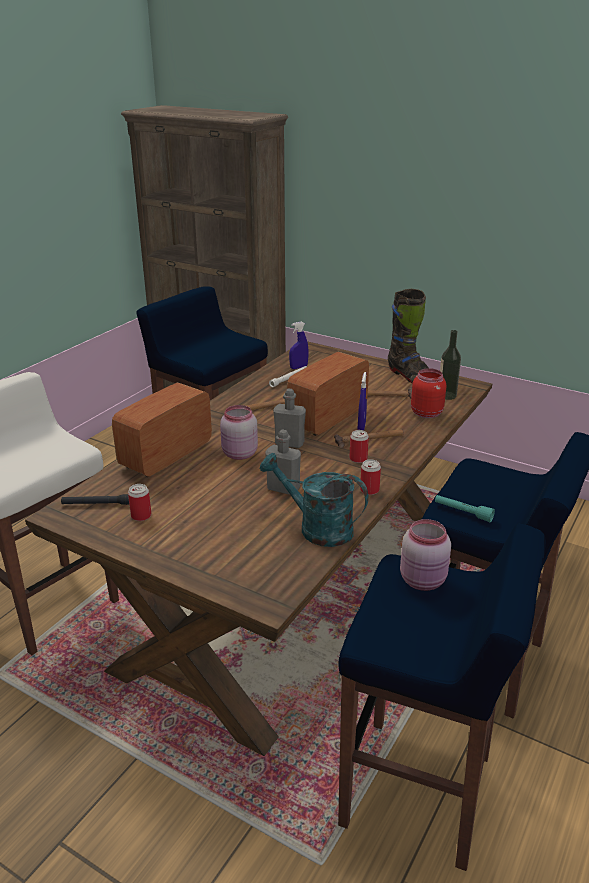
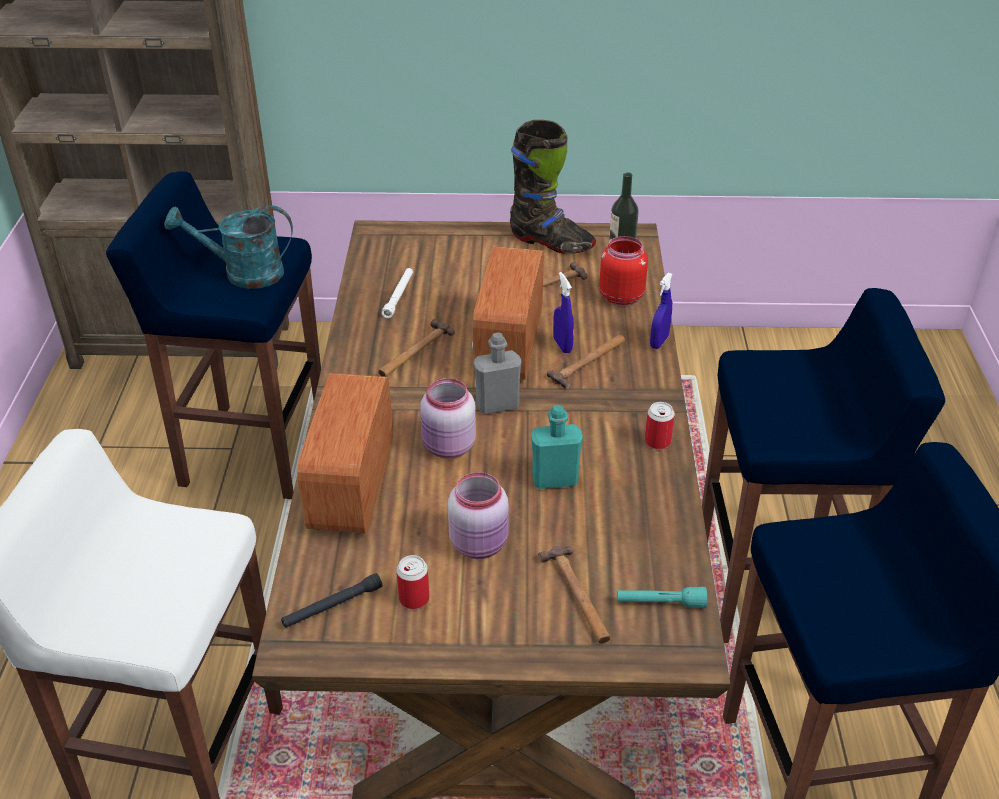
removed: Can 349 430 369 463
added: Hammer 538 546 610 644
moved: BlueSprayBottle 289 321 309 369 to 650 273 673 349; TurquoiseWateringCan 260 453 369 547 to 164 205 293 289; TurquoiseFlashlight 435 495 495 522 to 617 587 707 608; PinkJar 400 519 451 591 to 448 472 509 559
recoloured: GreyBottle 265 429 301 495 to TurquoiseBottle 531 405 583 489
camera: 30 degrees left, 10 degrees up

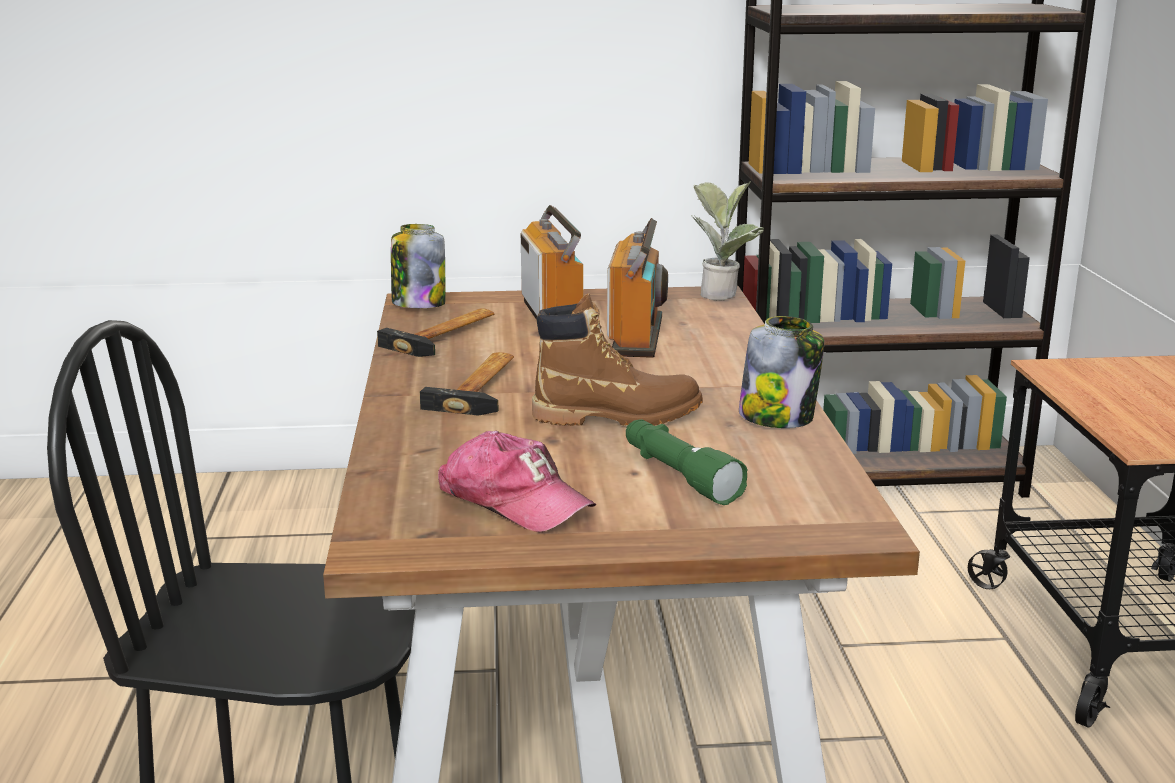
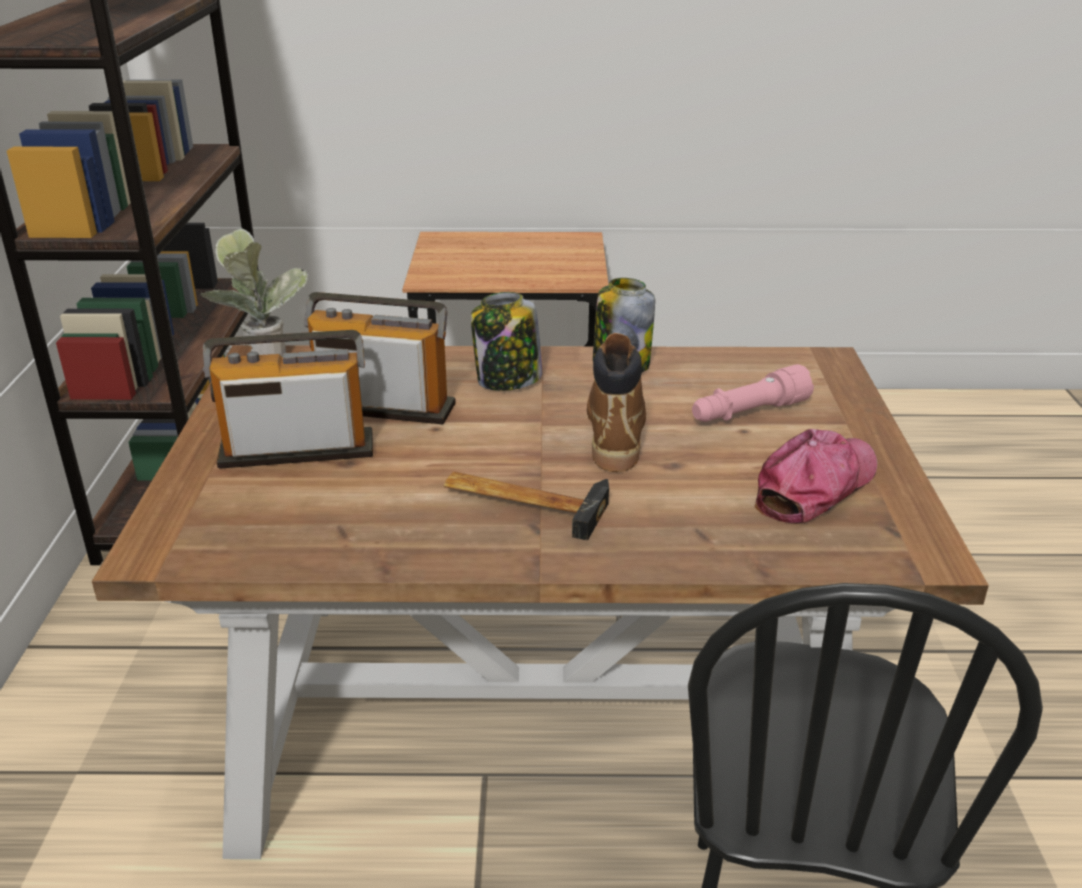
removed: Hammer 377 308 494 357
moved: Jar 391 224 445 308 to 471 292 542 391
recoloured: GreenFlashlight 626 419 748 505 to PinkFlashlight 692 364 814 422
camera: 85 degrees left, 10 degrees up

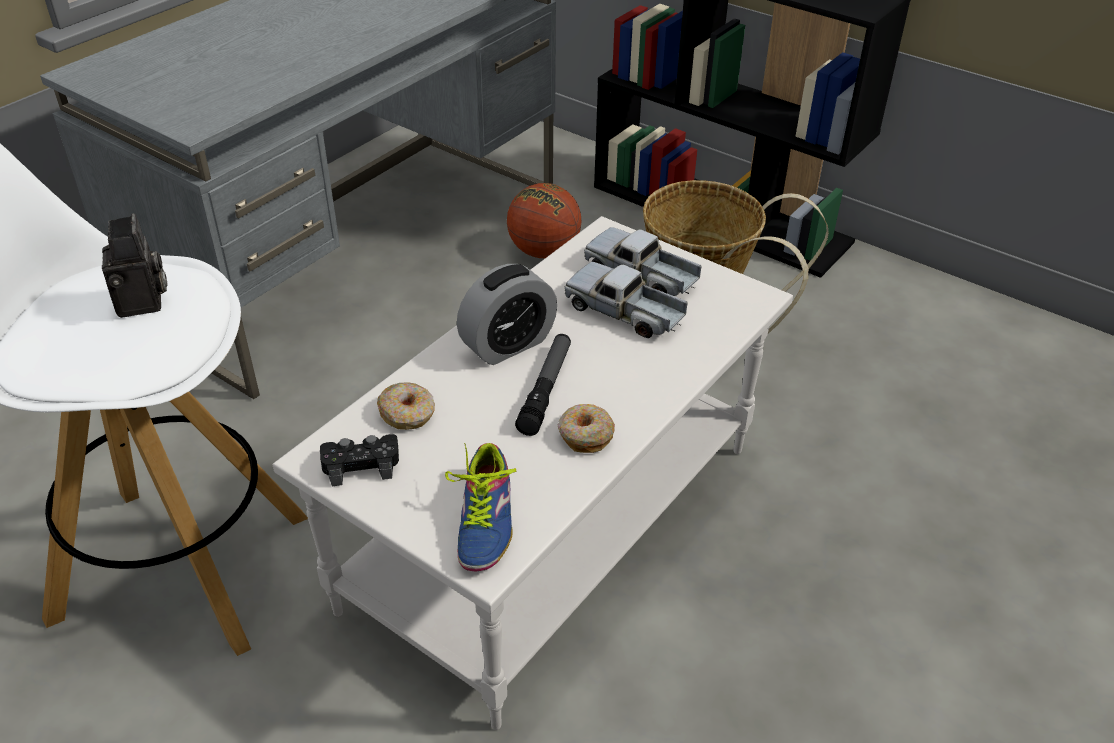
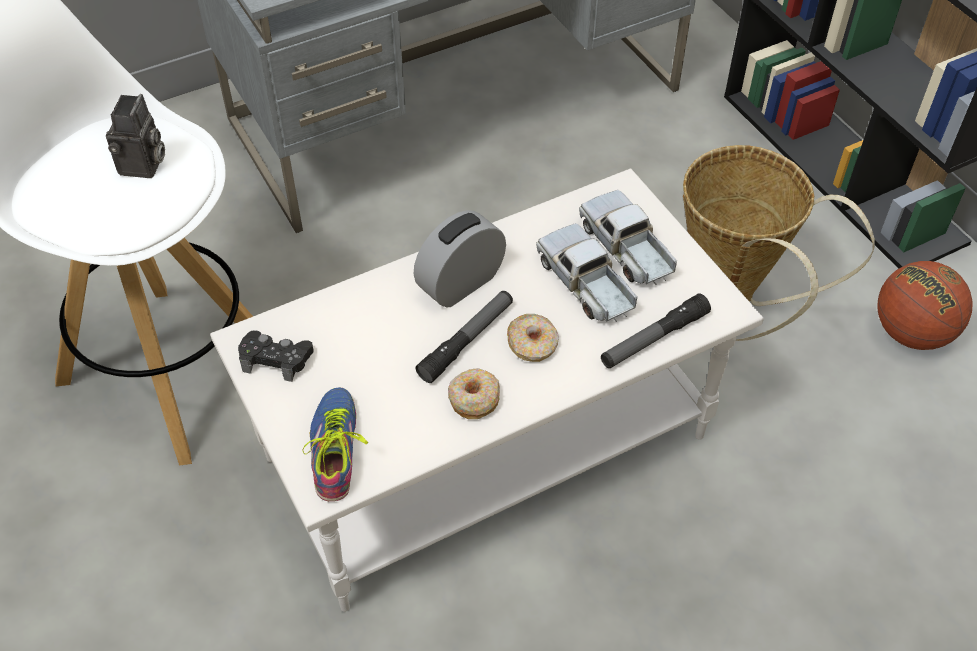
added: Flashlight 601 293 711 368
moved: Basketball 507 183 581 258 to 877 261 972 350; Donut 377 382 435 430 to 507 314 559 362
turned: AlarmClock 457 264 557 365 = 414 210 506 307 150 degrees clockwise; Shoe 445 443 516 571 = 302 387 368 501 150 degrees clockwise
camera: 25 degrees right, 10 degrees up

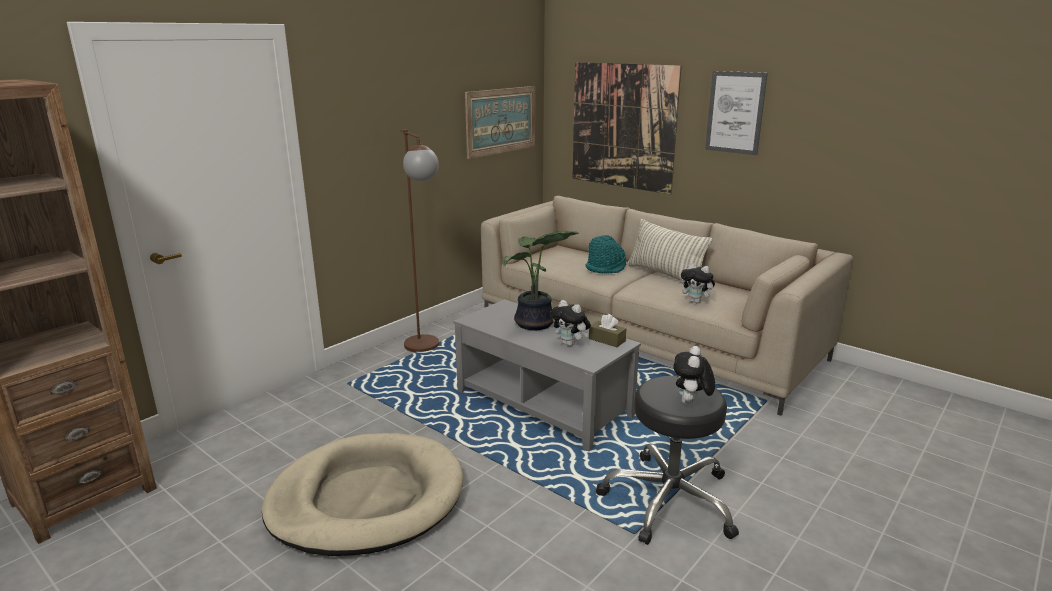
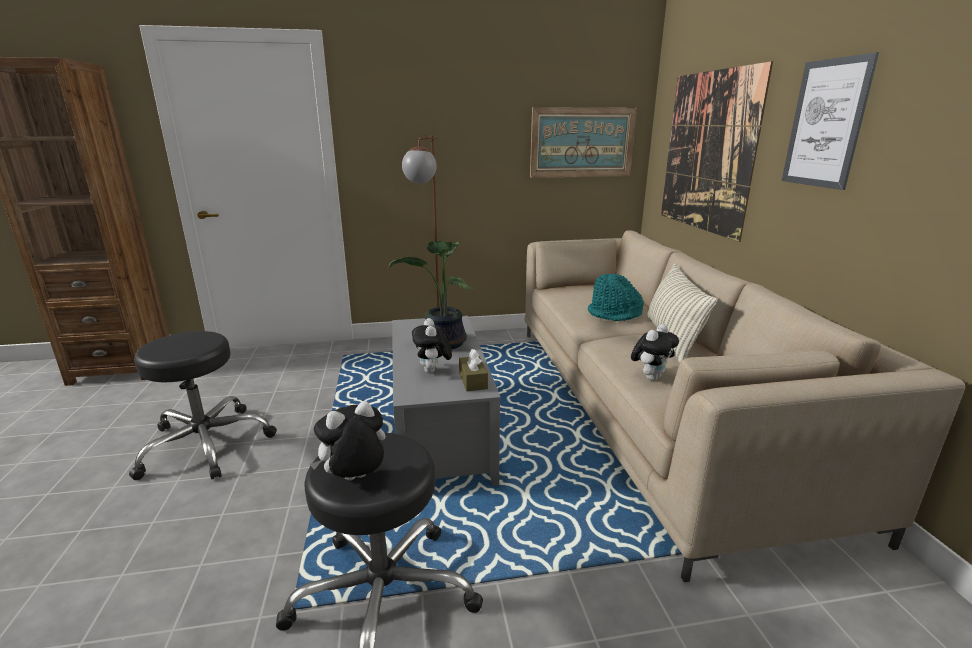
replaced: BeigeDogBed 262 433 463 556 to BlackStool 129 331 277 480
turned: PlushToy 681 263 717 304 = 631 324 679 381 120 degrees counterclockwise
camera: 40 degrees right, 0 degrees up

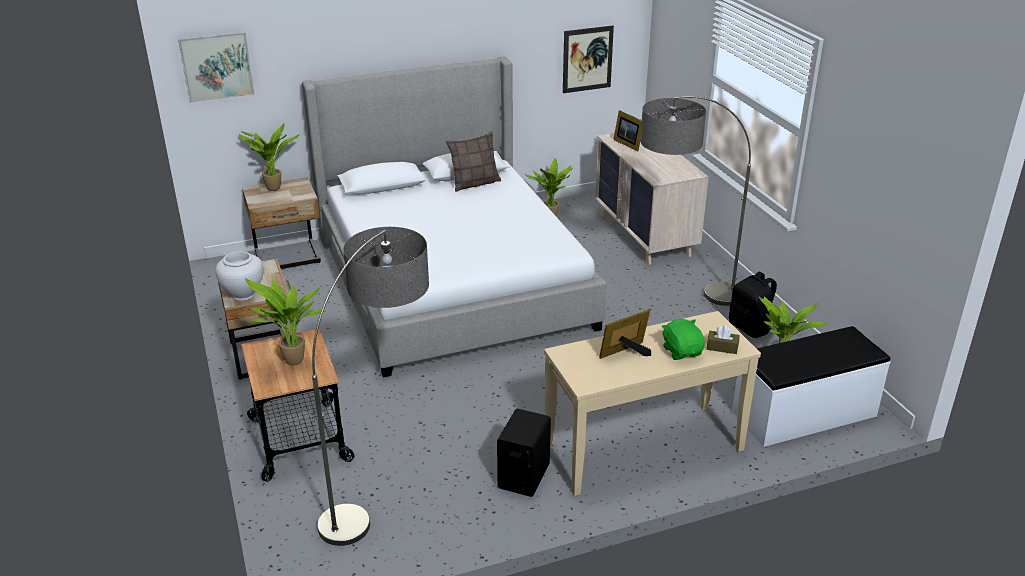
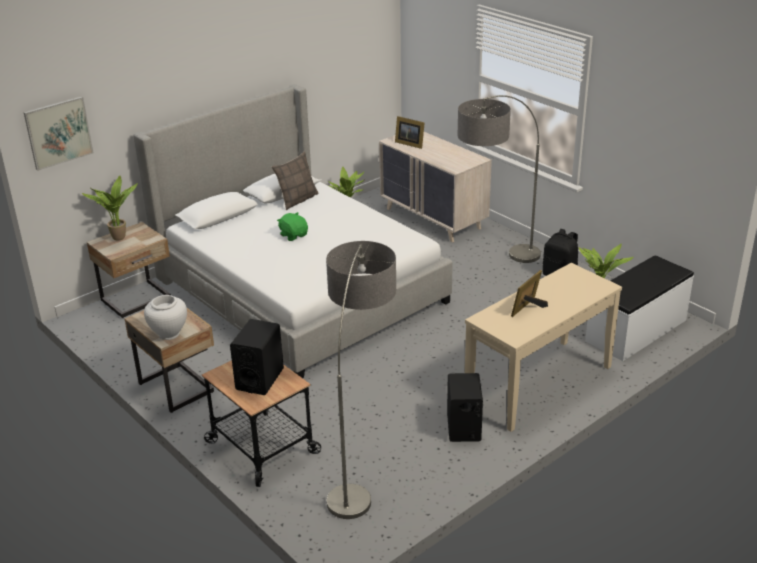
removed: Picture 563 25 614 93; BrownTissueBox 707 326 739 354
moved: GreenPlushToy 662 319 705 360 to 277 212 308 241
replaced: PottedPlant 245 278 325 365 to BlackSpeaker 230 319 284 395
camera: 20 degrees left, 0 degrees up

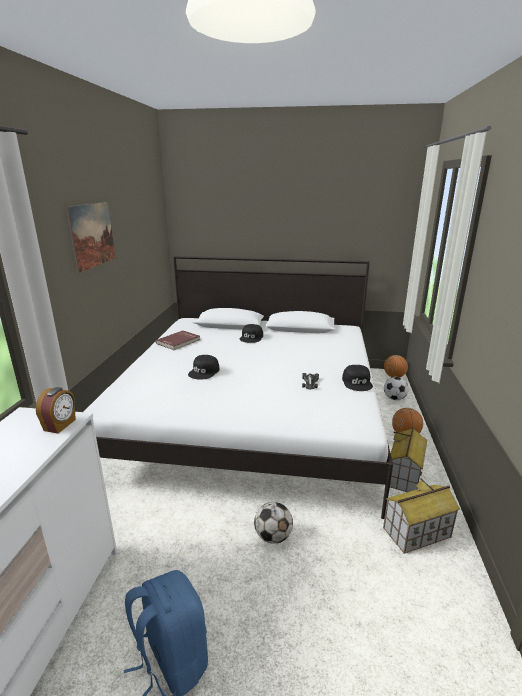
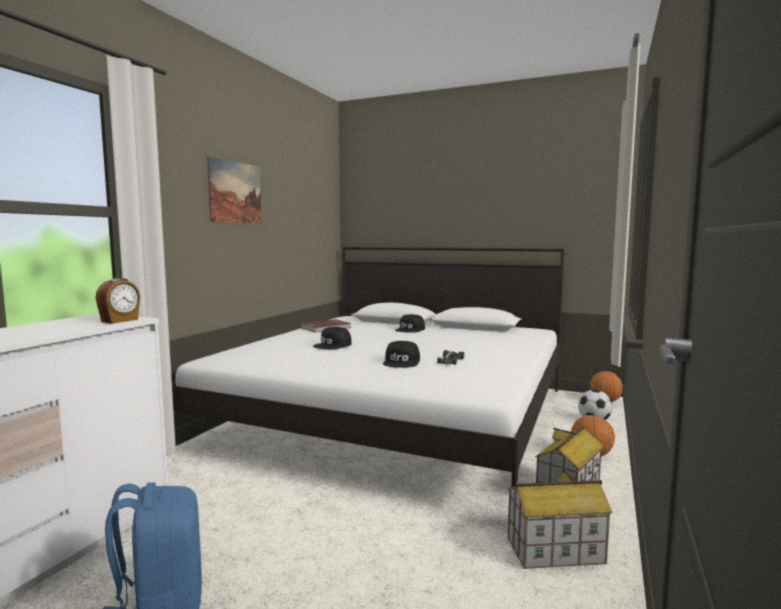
removed: Football 254 502 293 544
moved: BlackCap 342 365 373 391 to 383 341 420 368
camera: 15 degrees right, 15 degrees down

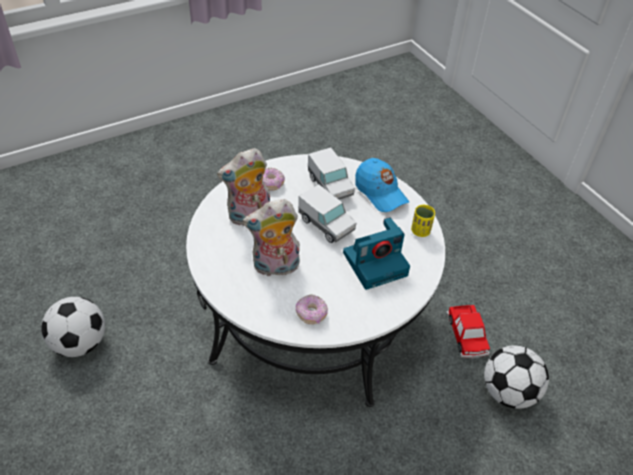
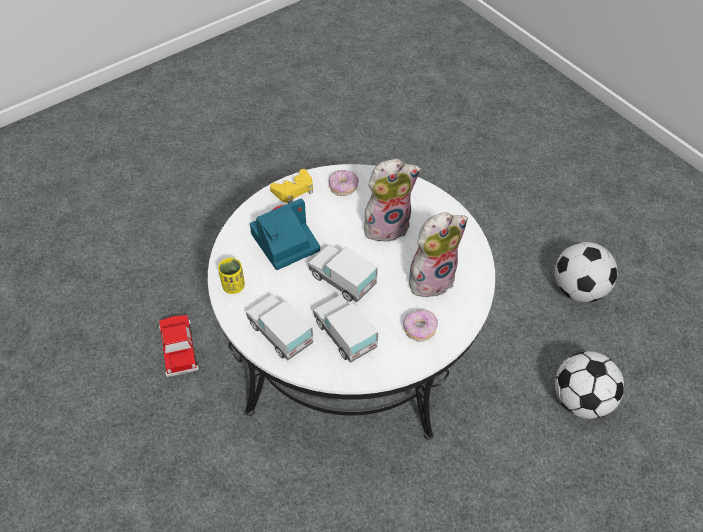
added: YellowGameController 270 169 313 204
moved: Football 484 345 549 409 to 555 351 624 419
replaced: BlueCap 355 158 409 212 to ToyTruck 246 294 313 361
camera: 175 degrees right, 5 degrees up

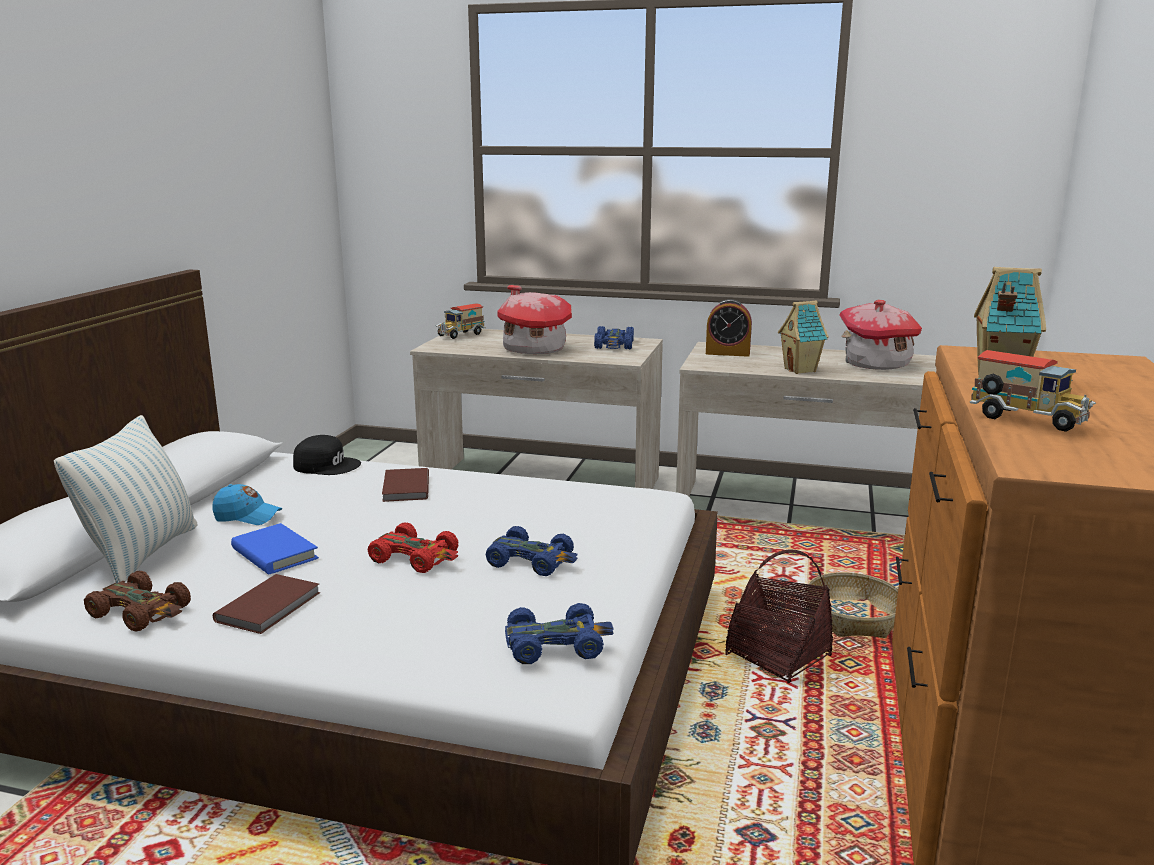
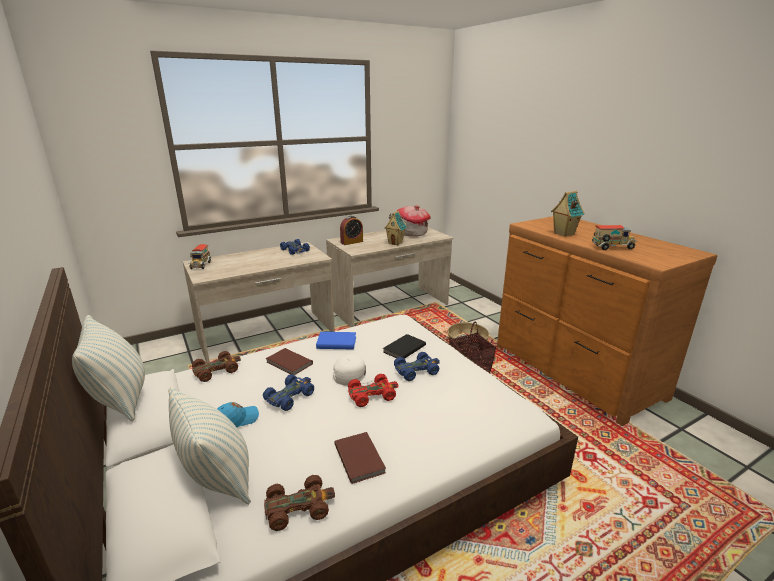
removed: ToyHouse 497 285 572 354
added: Pillow 72 315 145 422; BlackBook 383 334 426 359; WhiteCap 333 355 377 386
moved: BlueBook 231 523 319 574 to 316 332 356 349; BlueToyCar 505 603 614 664 to 263 374 314 411
replaced: BlackCap 293 435 361 475 to BrownToyCar 192 351 241 382
camera: 45 degrees left, 5 degrees up

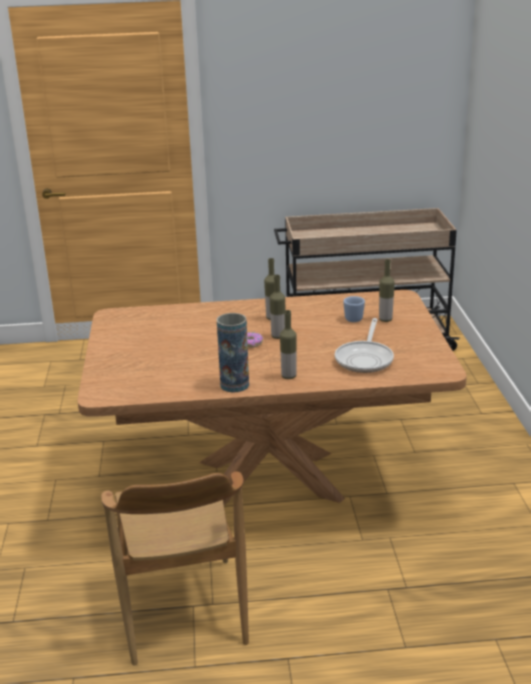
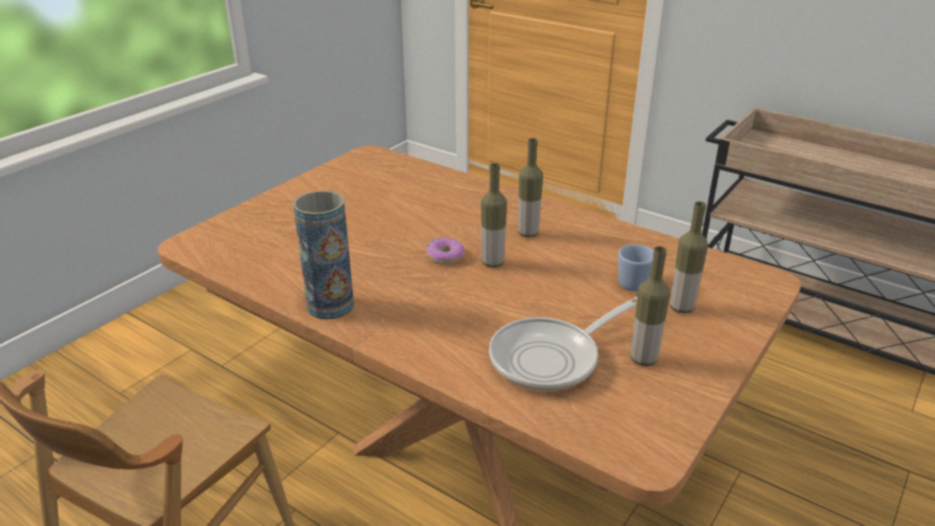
moved: Bottle 280 310 297 379 to 631 246 670 366
camera: 40 degrees right, 5 degrees up

